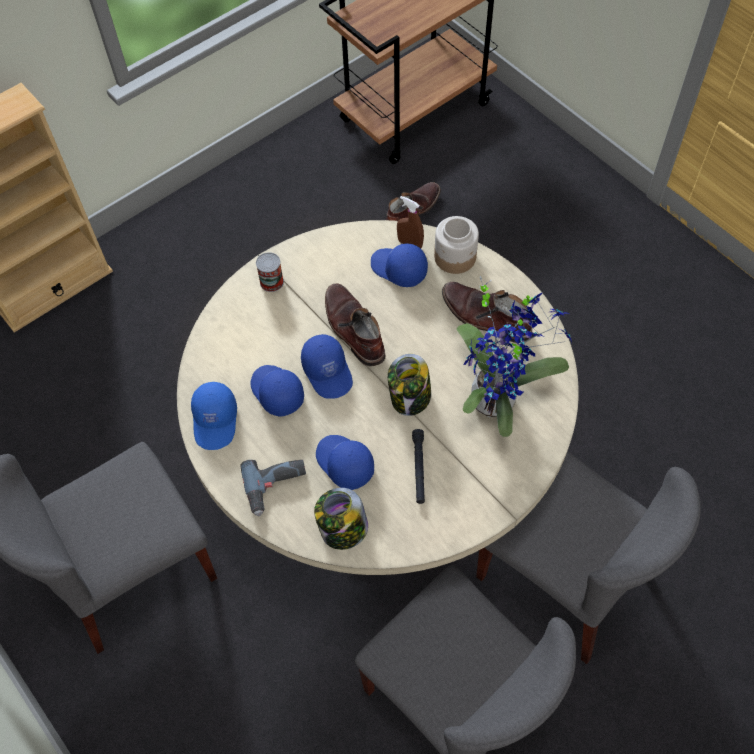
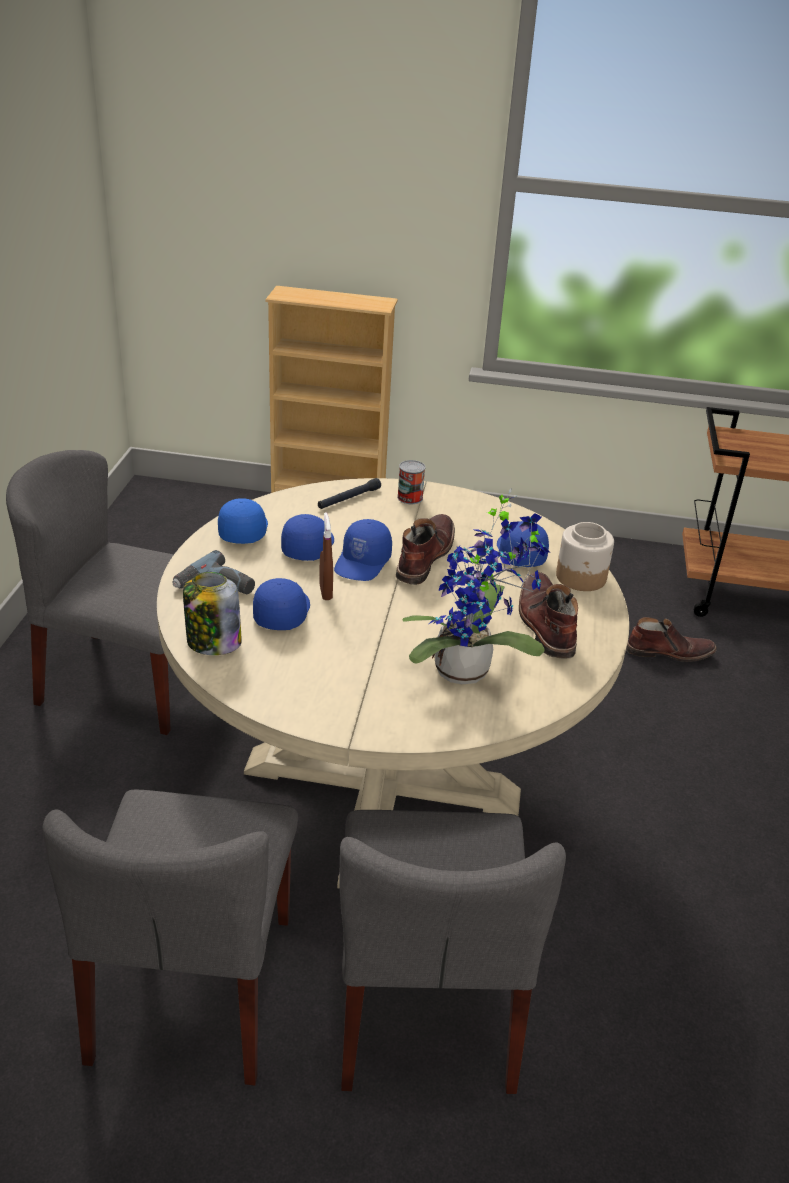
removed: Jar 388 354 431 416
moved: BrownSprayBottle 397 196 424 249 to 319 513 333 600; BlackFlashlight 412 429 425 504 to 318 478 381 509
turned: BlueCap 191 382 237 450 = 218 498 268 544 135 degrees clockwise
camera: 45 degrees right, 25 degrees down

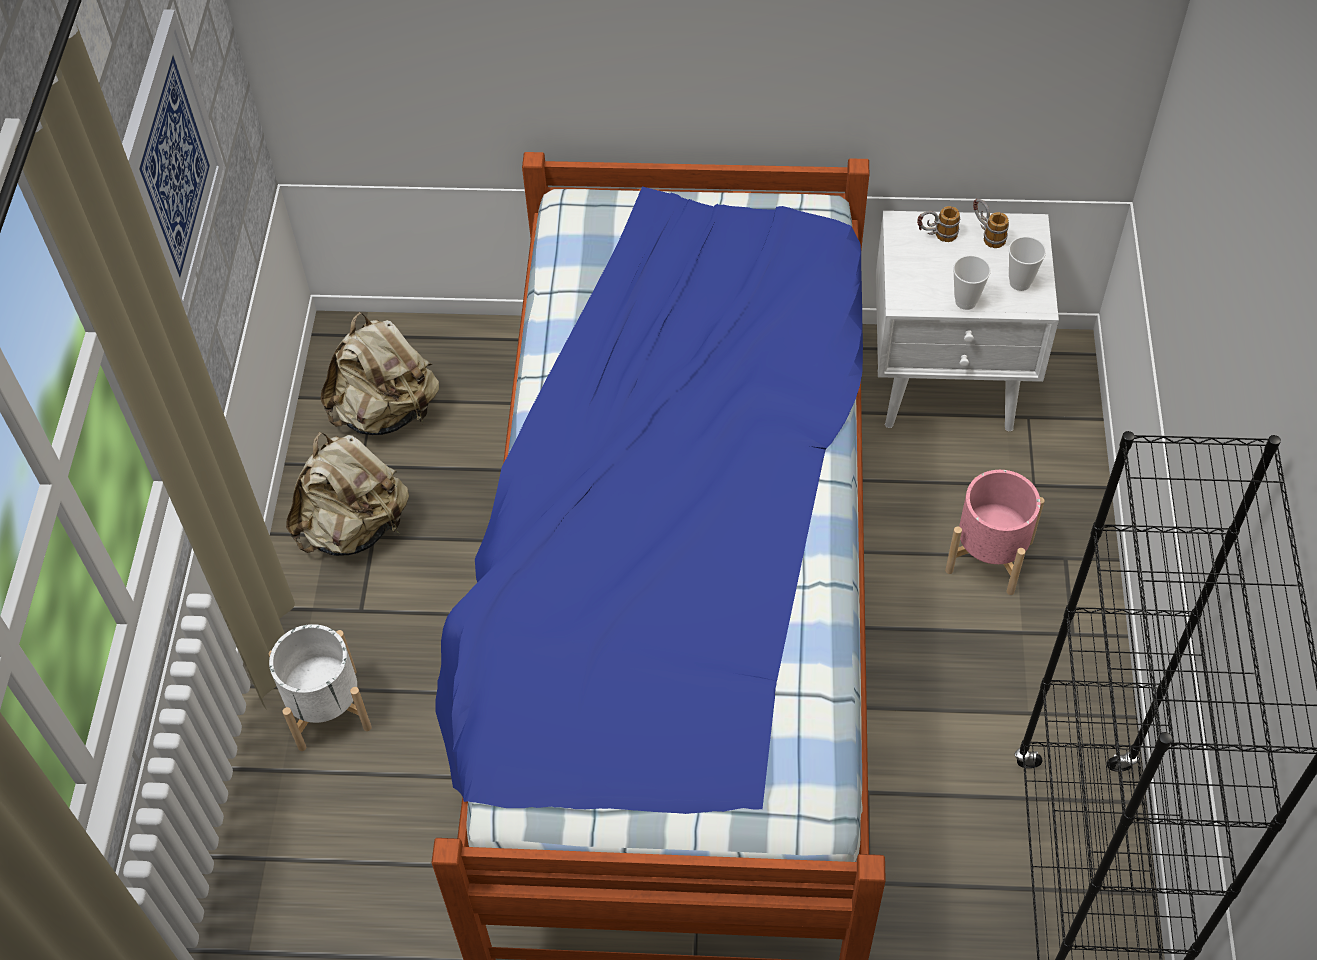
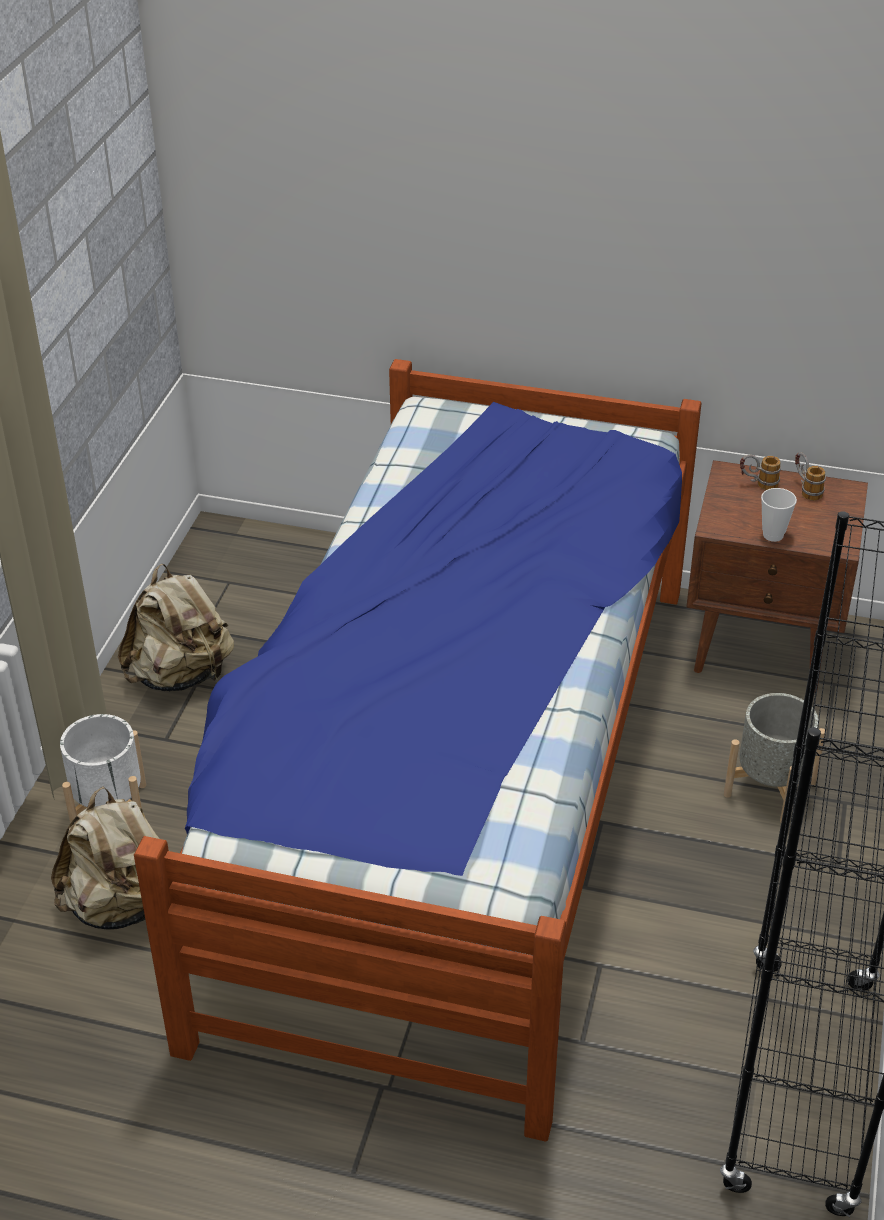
removed: Picture 122 10 224 312; Cup 1009 236 1046 291
moved: BeigeBackpack 321 312 439 435 to 51 787 169 929
recoloured: WhiteNightstand 876 211 1059 431 to BrownNightstand 686 460 868 691; PinkPlanter 945 470 1045 595 to GreyPlanter 724 693 825 822
camera: 10 degrees right, 15 degrees down

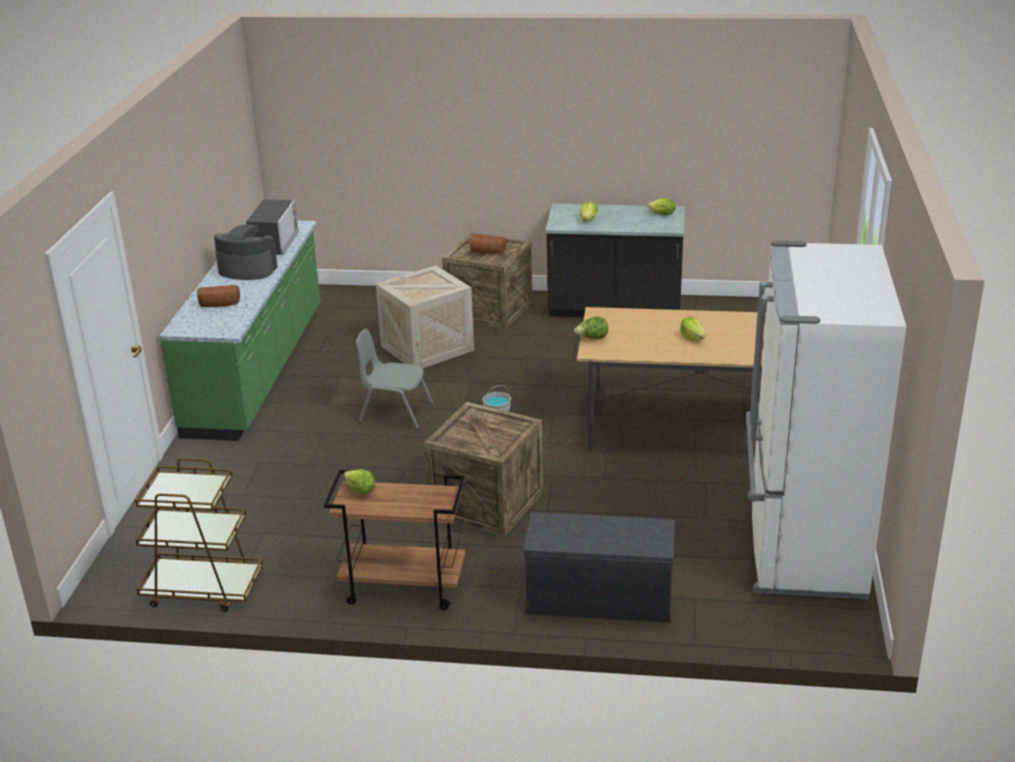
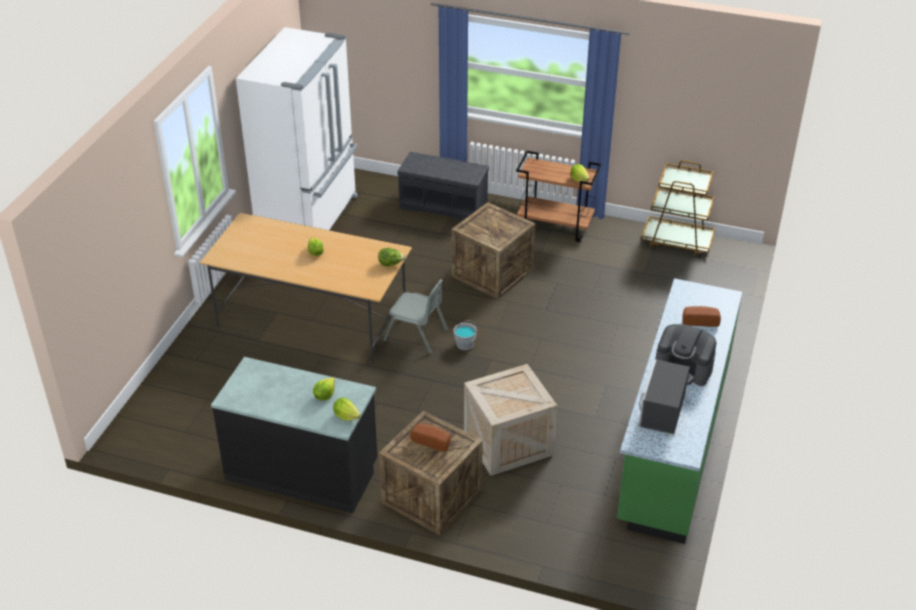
moved: Lettuce 647 198 675 215 to 333 398 361 421; GreyChair 356 329 433 430 to 383 279 448 354
camera: 170 degrees left, 10 degrees up

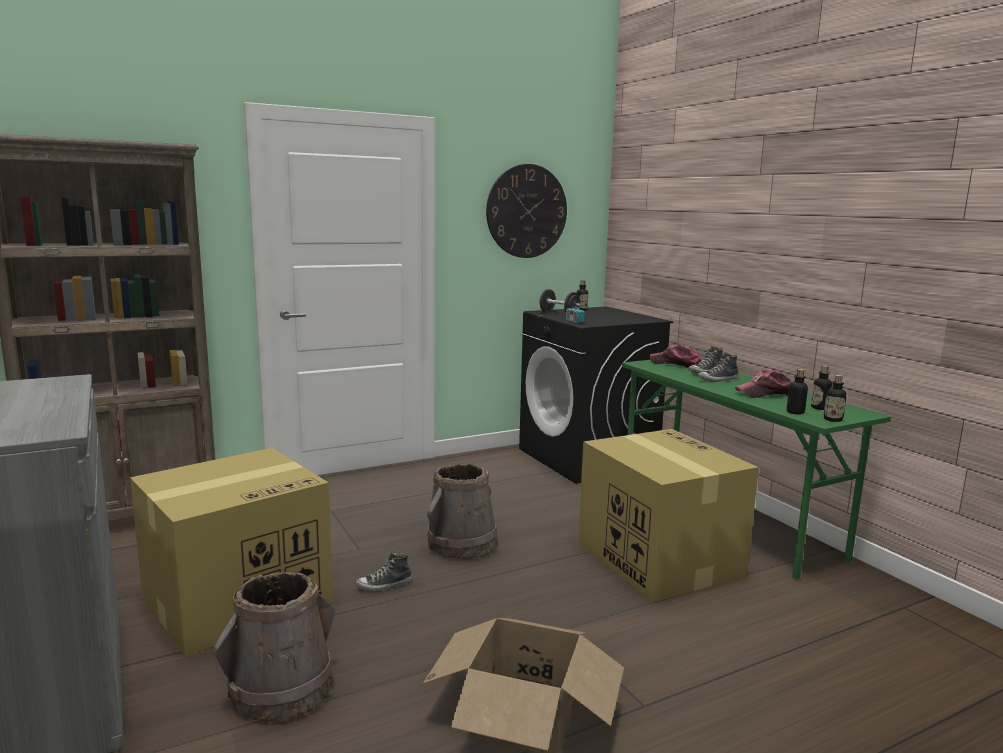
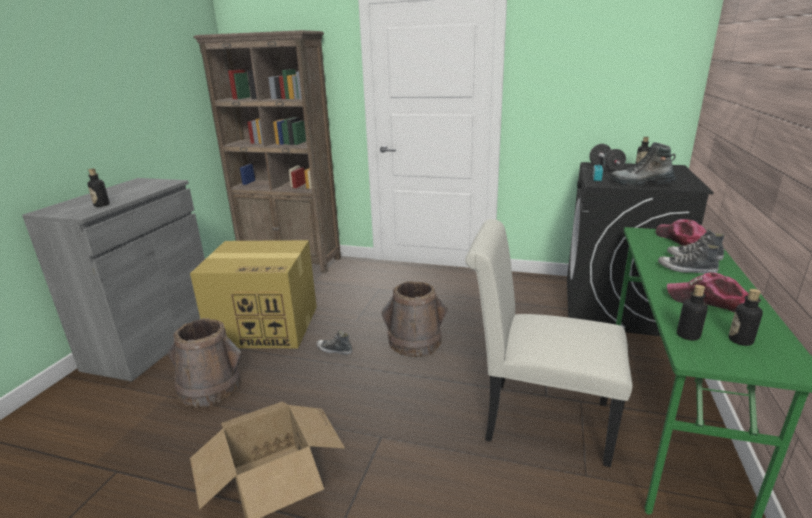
removed: WallClock 486 164 567 258
added: Boot 610 142 676 186
moved: Bottle 824 375 847 422 to 87 168 110 207
replaced: CardboardBox 578 429 759 602 to WhiteChair 465 219 633 467
camera: 45 degrees right, 10 degrees up

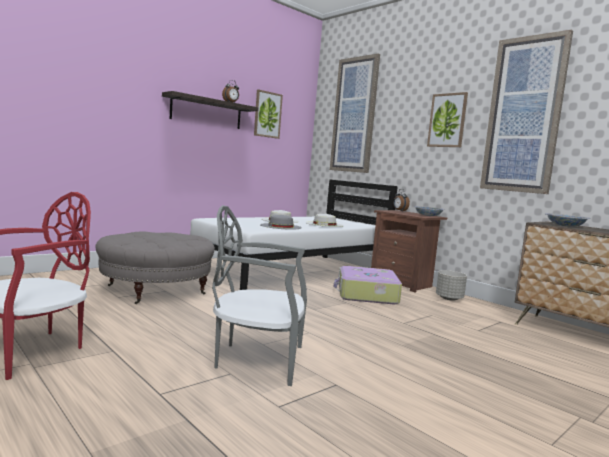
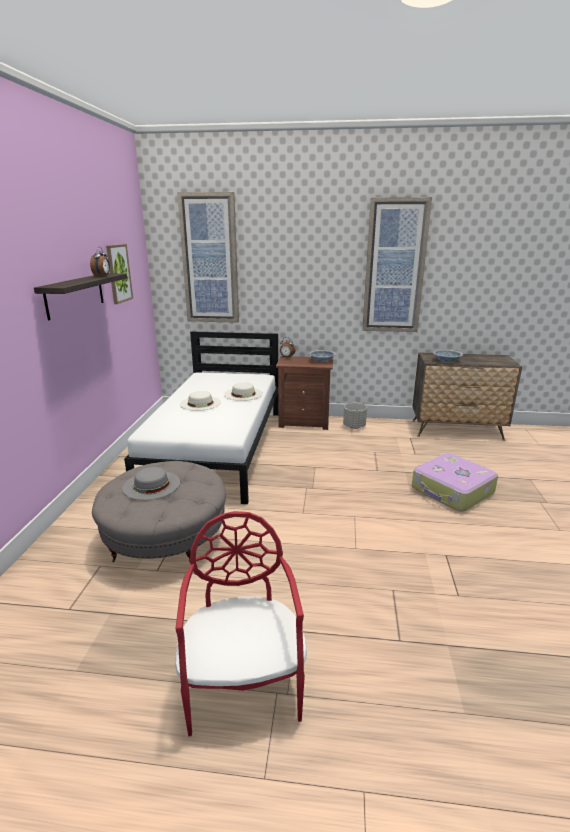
removed: Picture 427 92 468 147; GreyChair 212 205 307 386
moved: GreyHat 260 215 302 230 to 122 467 180 500; Suitcase 334 266 402 304 to 412 453 498 512
camera: 40 degrees left, 15 degrees up

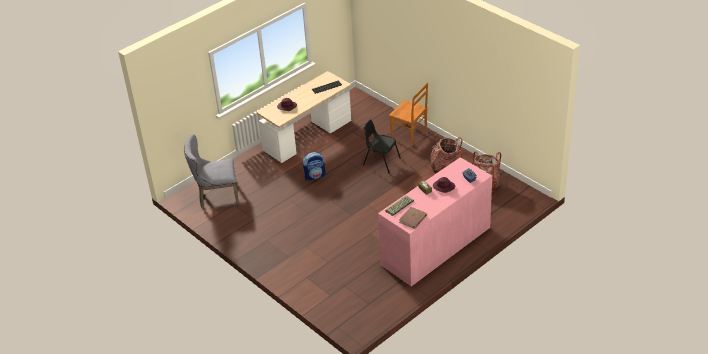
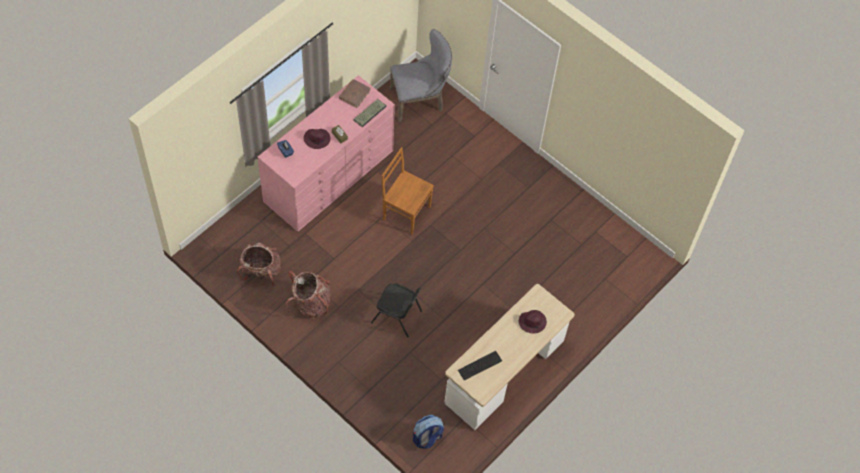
moved: BrownChair 389 83 428 146 to 382 147 434 234; GreyChair 184 134 240 208 to 390 29 452 122; Backpack 303 152 326 181 to 413 415 444 449
camera: 170 degrees right, 20 degrees up

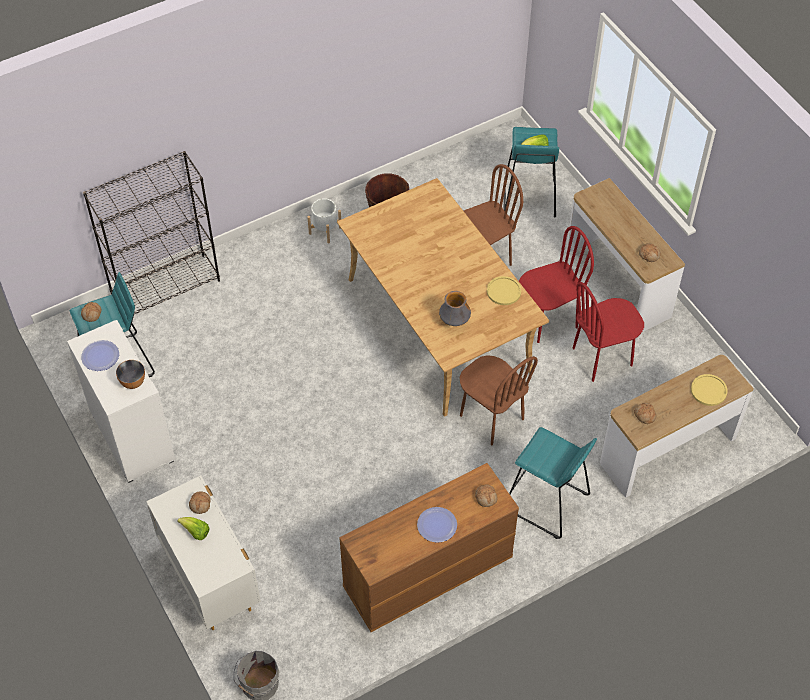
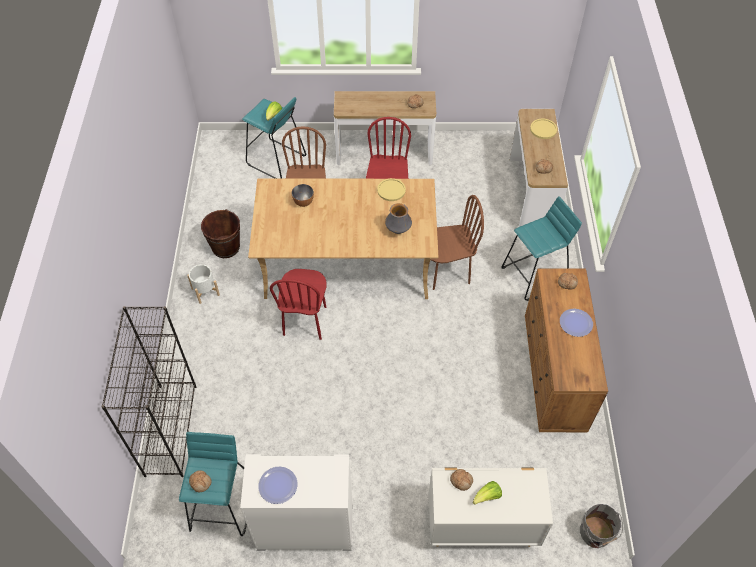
moved: RedChair 573 282 644 382 to 270 269 327 340; Bowl 116 360 145 389 to 291 184 314 207
camera: 60 degrees left, 0 degrees up

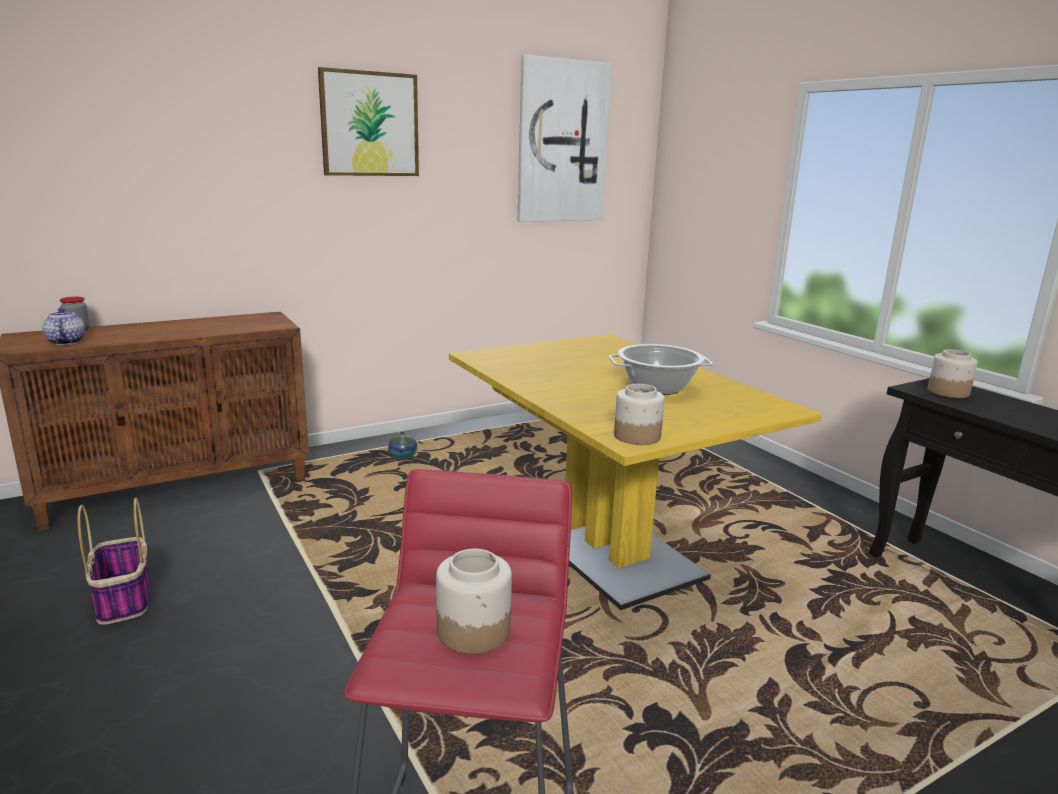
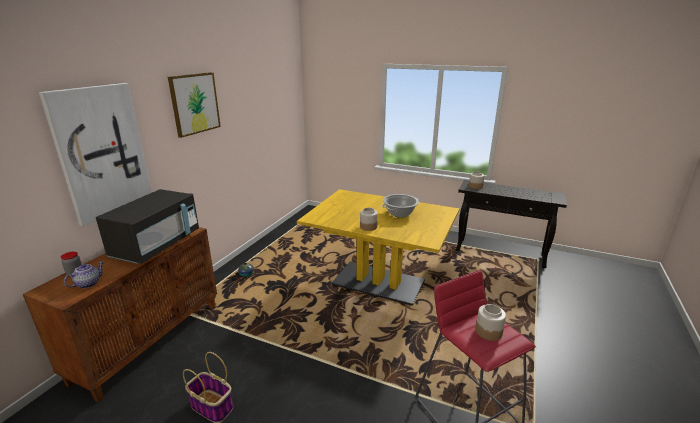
added: BlackMicrowave 96 189 199 264
moved: Picture 517 54 612 222 to 39 83 152 226; Jar 614 384 665 445 to 360 208 378 231
turned: Teapot 42 308 85 345 = 64 261 104 288 90 degrees clockwise
camera: 35 degrees left, 5 degrees up

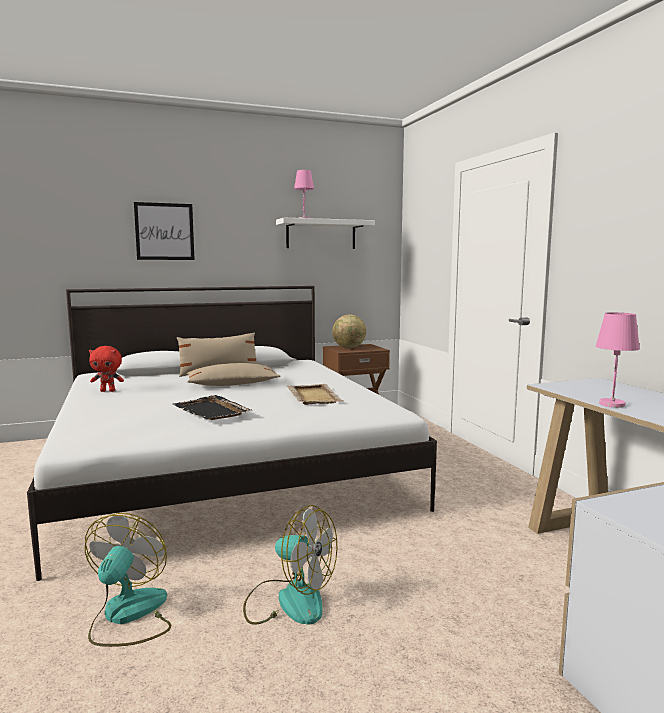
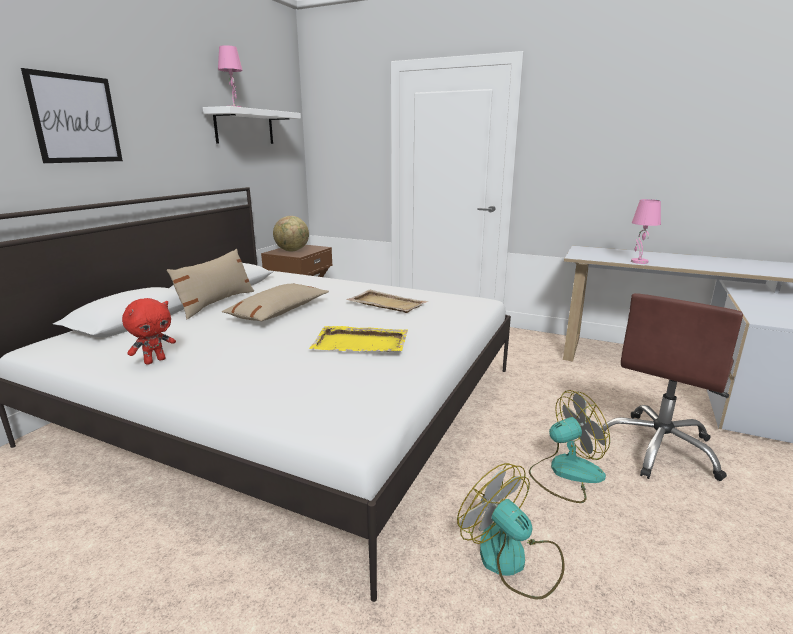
added: BrownOfficeChair 601 293 743 481
recoloured: BlackTray 174 395 251 420 to YellowTray 309 326 408 351
camera: 45 degrees left, 10 degrees up

